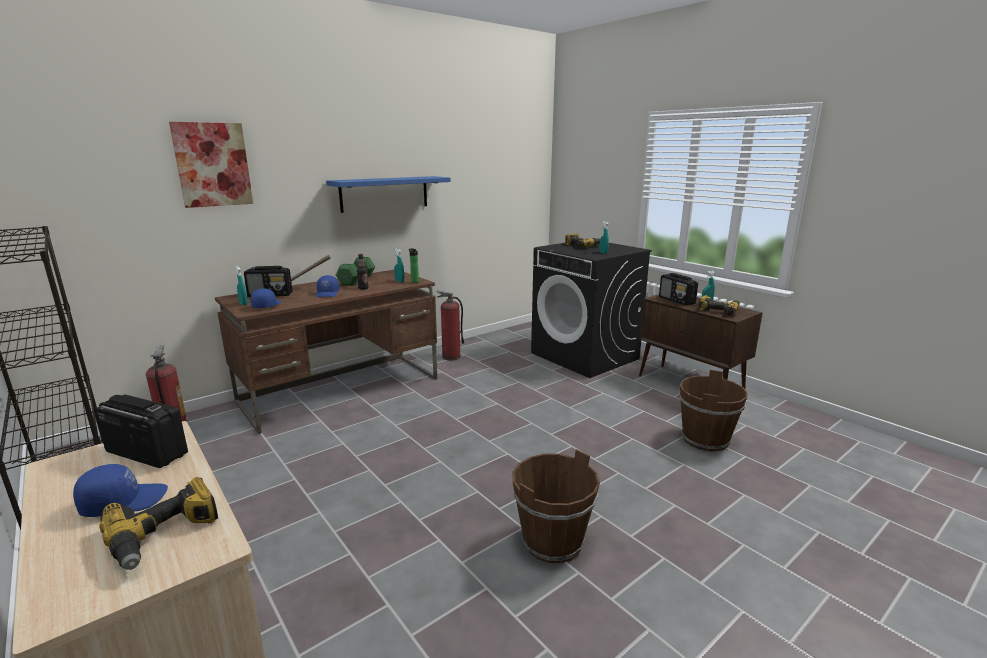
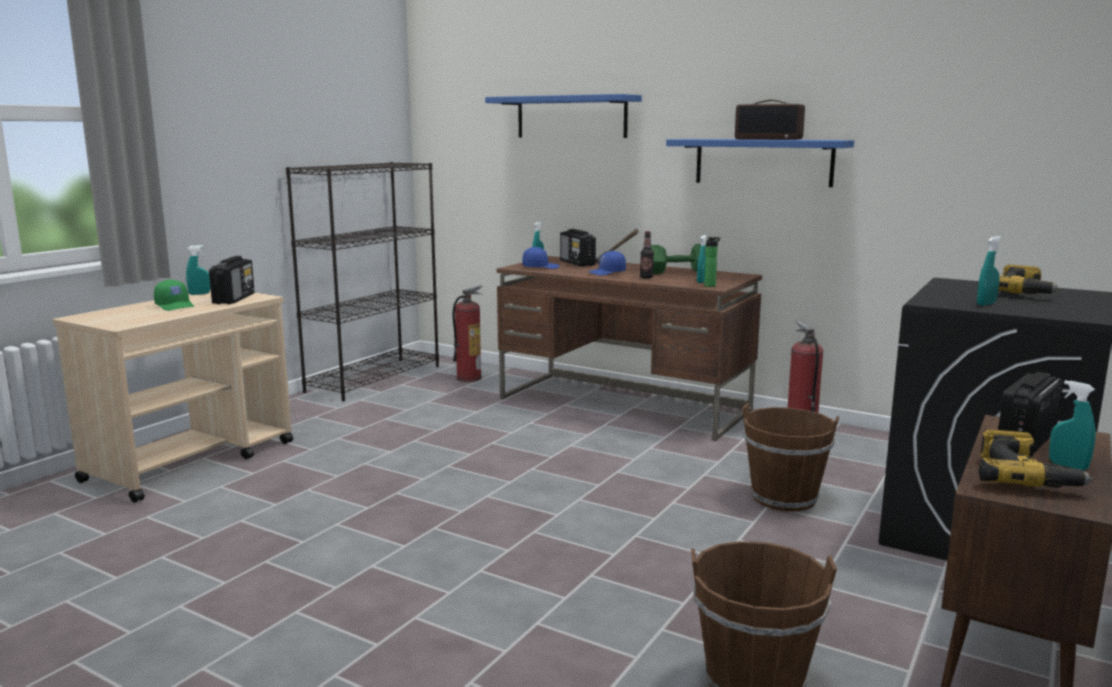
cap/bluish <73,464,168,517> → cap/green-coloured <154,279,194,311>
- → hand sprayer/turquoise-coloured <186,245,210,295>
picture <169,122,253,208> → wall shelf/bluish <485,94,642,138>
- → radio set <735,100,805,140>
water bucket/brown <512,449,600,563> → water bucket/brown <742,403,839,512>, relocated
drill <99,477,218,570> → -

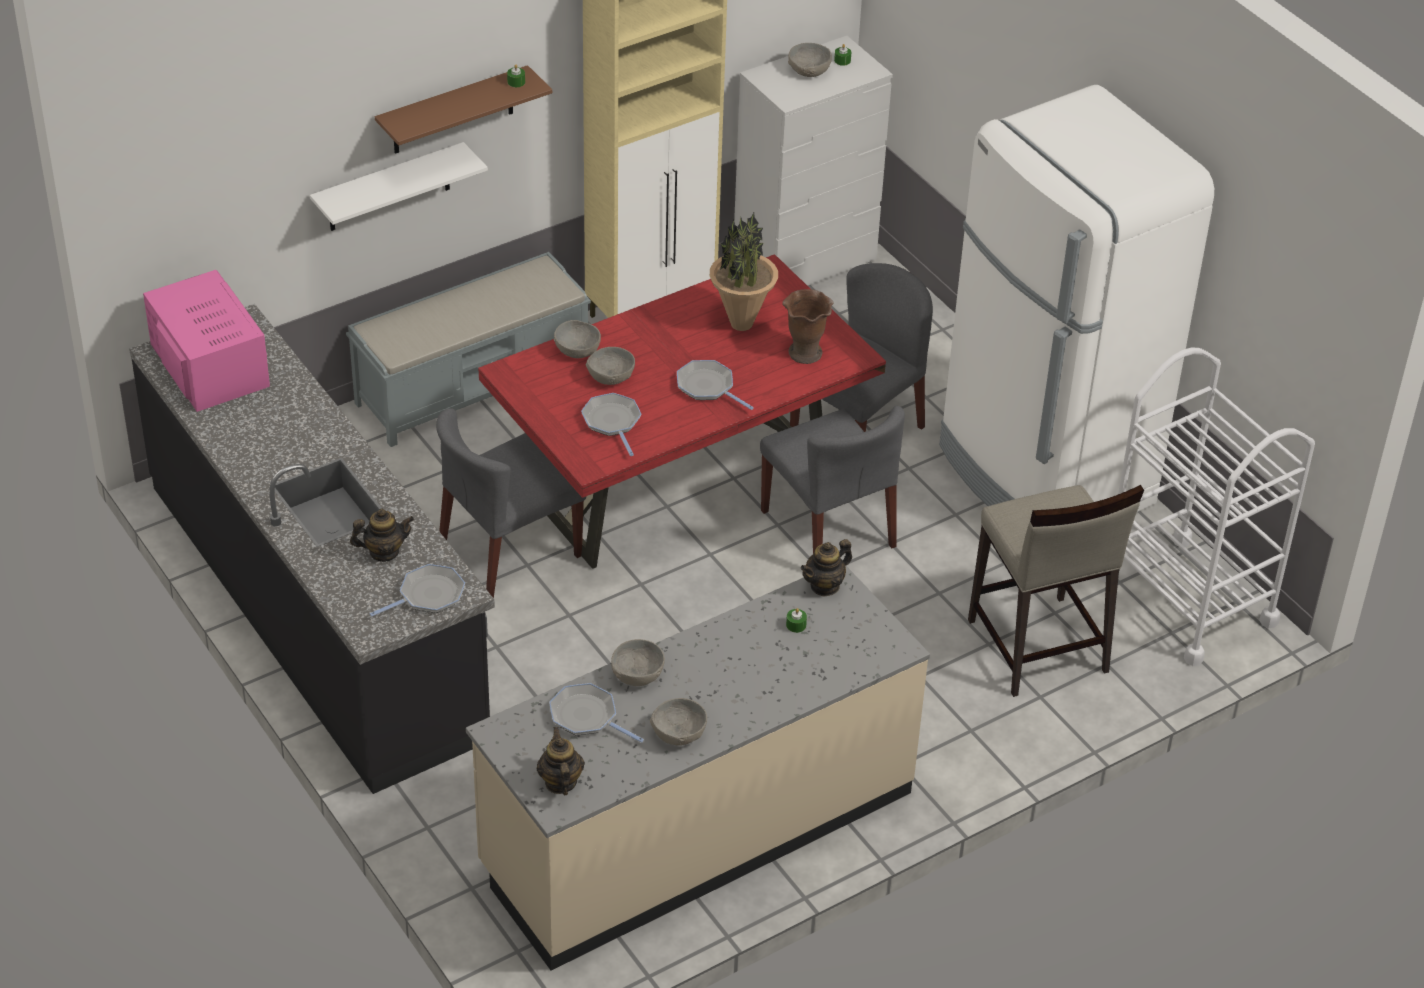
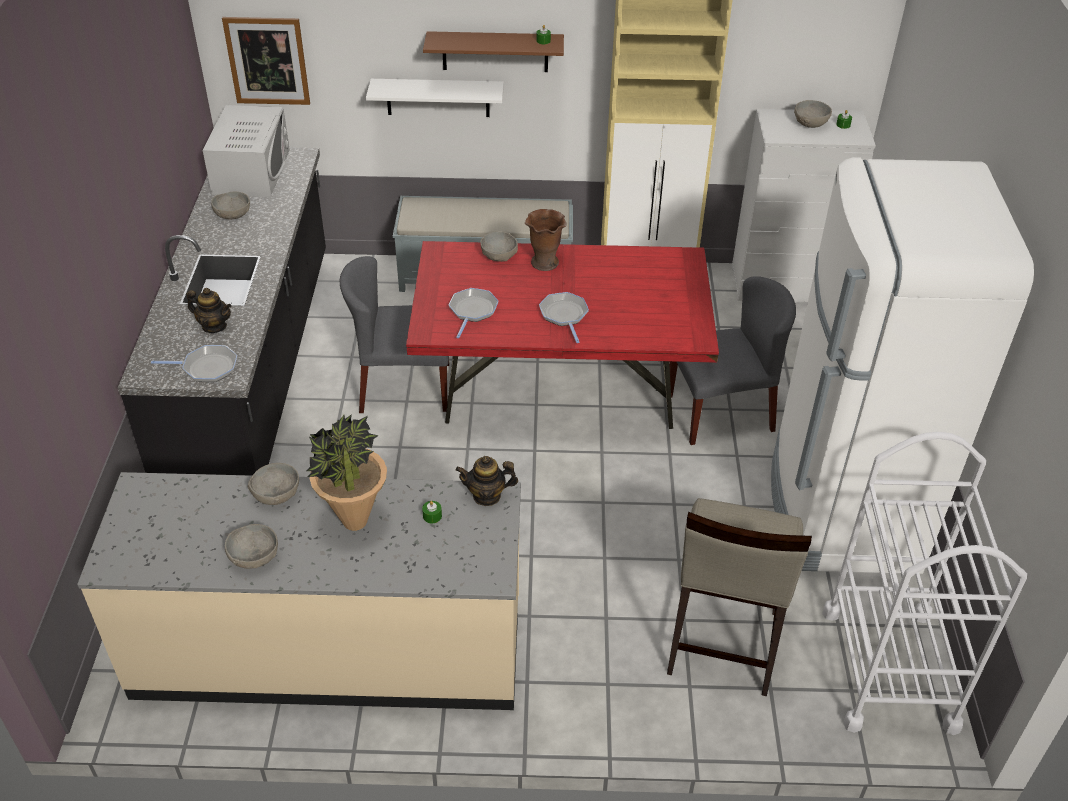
kitchen microwave/pinkish <143,270,270,412> → kitchen microwave/whitish <203,105,290,197>
bowl/grey <586,347,635,385> → bowl/grey <211,192,250,219>, relocated
- → picture <222,17,310,105>
potted plant <710,213,778,331> → potted plant <307,414,387,531>, relocated
flower vase/brown <782,289,834,364> → flower vase/brown <525,209,567,271>, relocated
pot for tea <537,727,585,795> → -
pan <549,683,644,743> → -
chair/grey <760,406,905,553> → -

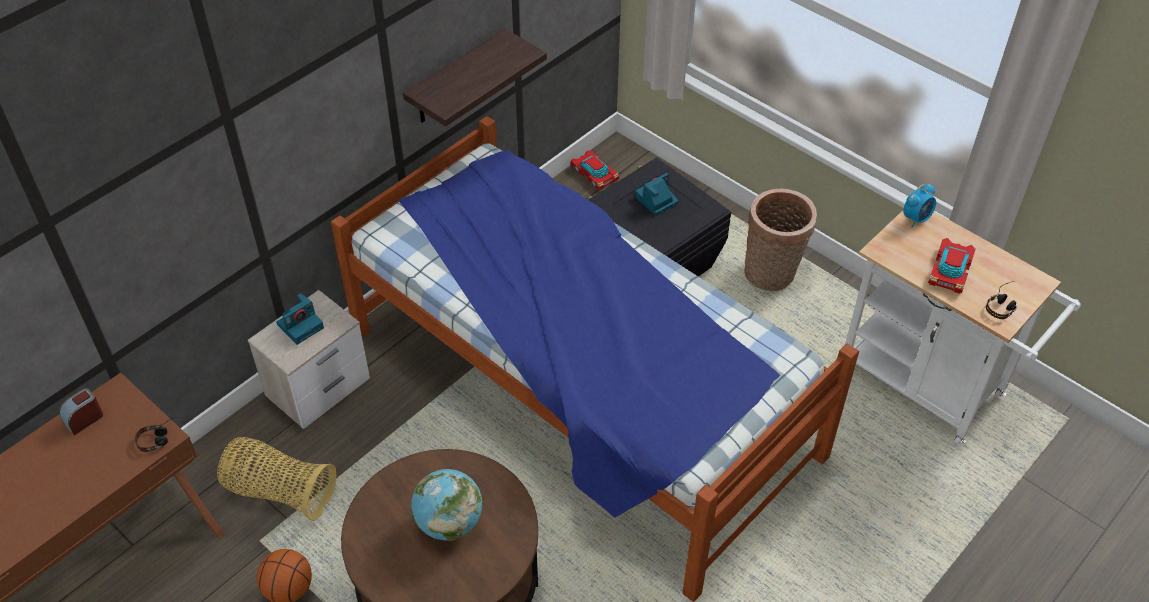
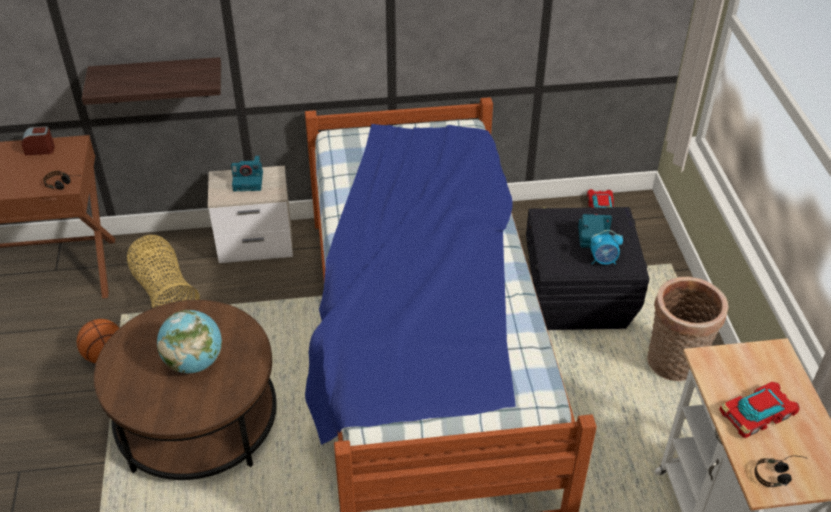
wall shelf <403,28,547,127> → wall shelf <82,57,221,105>, relocated
table clock <903,184,936,227> → table clock <591,230,623,265>, relocated

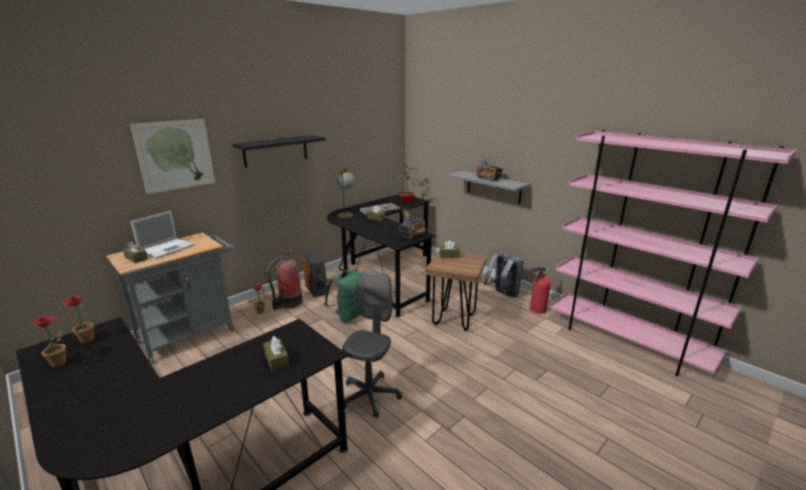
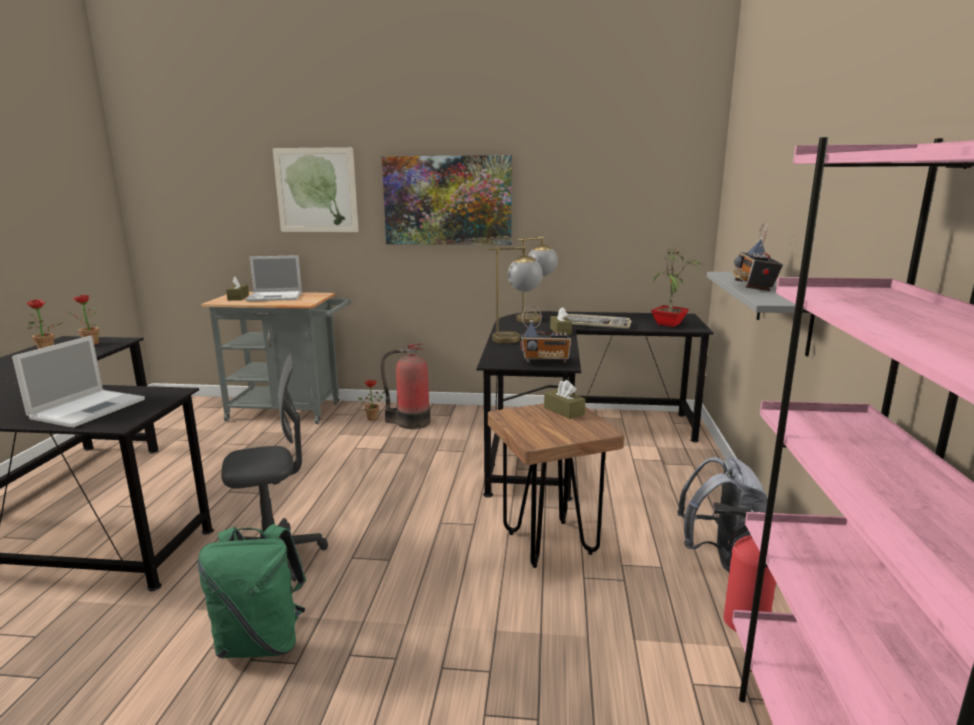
tissue holder/brown <263,336,289,372> → laptop <12,335,145,428>
rucksack/green-coloured <324,270,361,323> → rucksack/green-coloured <198,524,306,659>, relocated
wall shelf/black <232,135,326,167> → picture <382,155,512,245>
- → lamp for a table <488,247,543,343>
audio speaker <303,251,328,297> → -

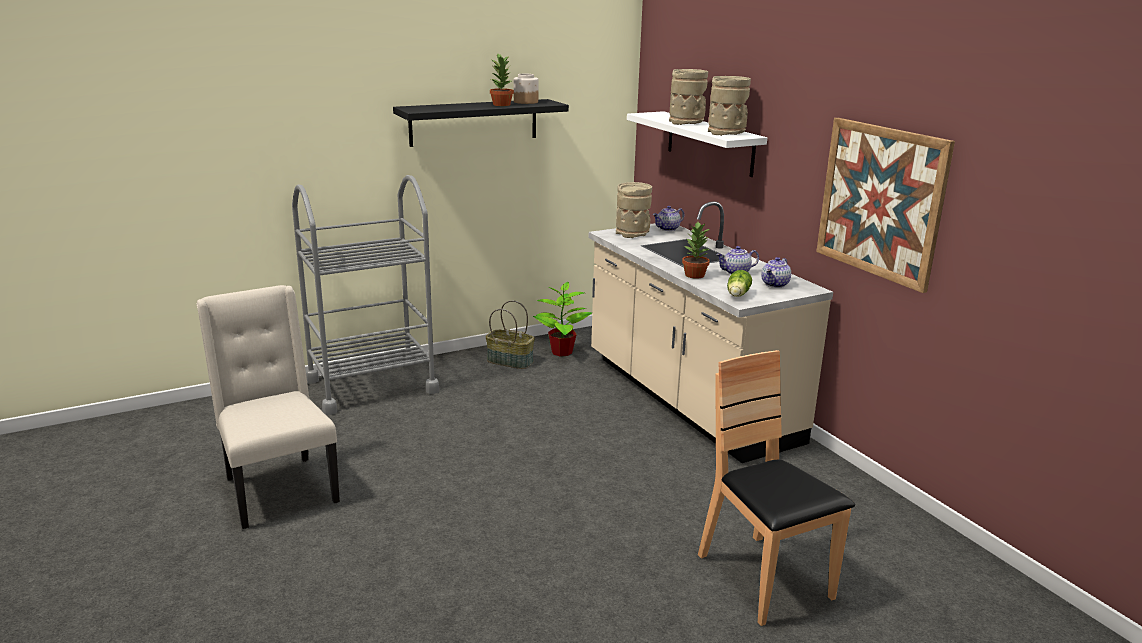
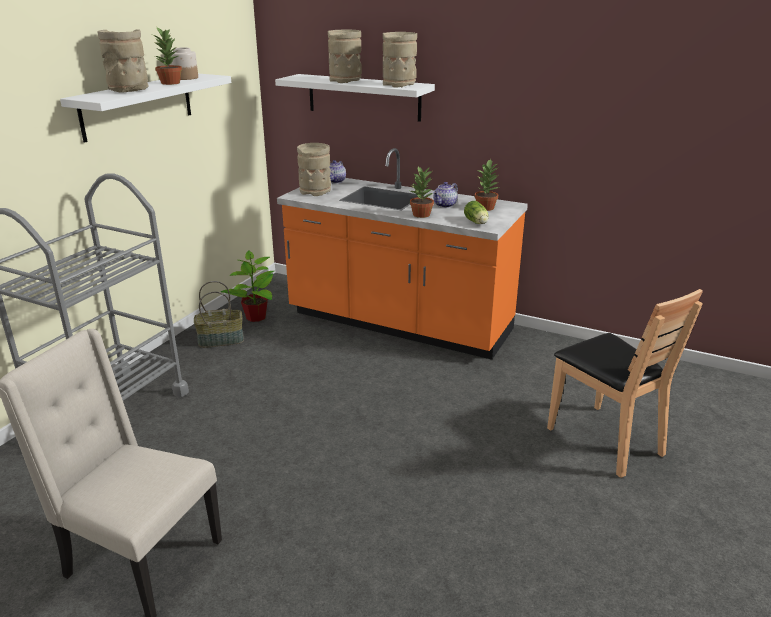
wall shelf/black <393,99,569,147> → wall shelf/whitish <60,74,231,143>
- → flower vase/beige-coloured <97,29,148,93>
counter/beige-coloured <589,201,833,463> → counter/orange-coloured <277,148,528,360>
pot for tea <761,257,791,288> → potted plant <475,159,500,211>
chair/brown <698,350,855,626> → chair/brown <547,289,703,478>, 150 degrees counterclockwise
picture <816,118,955,293> → -

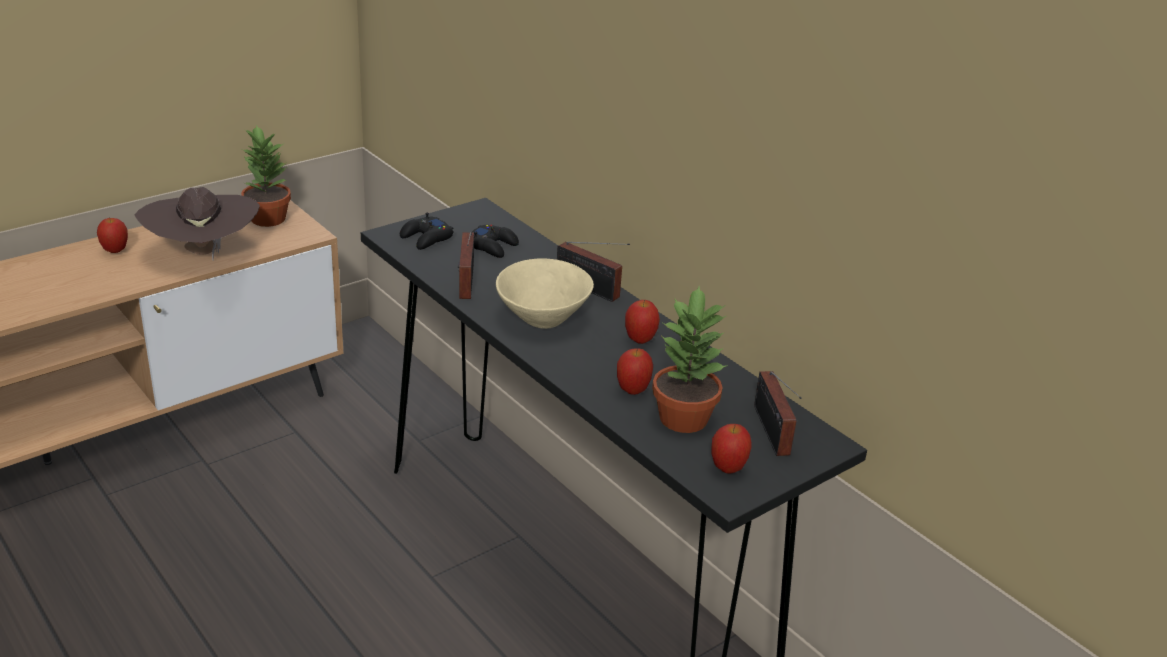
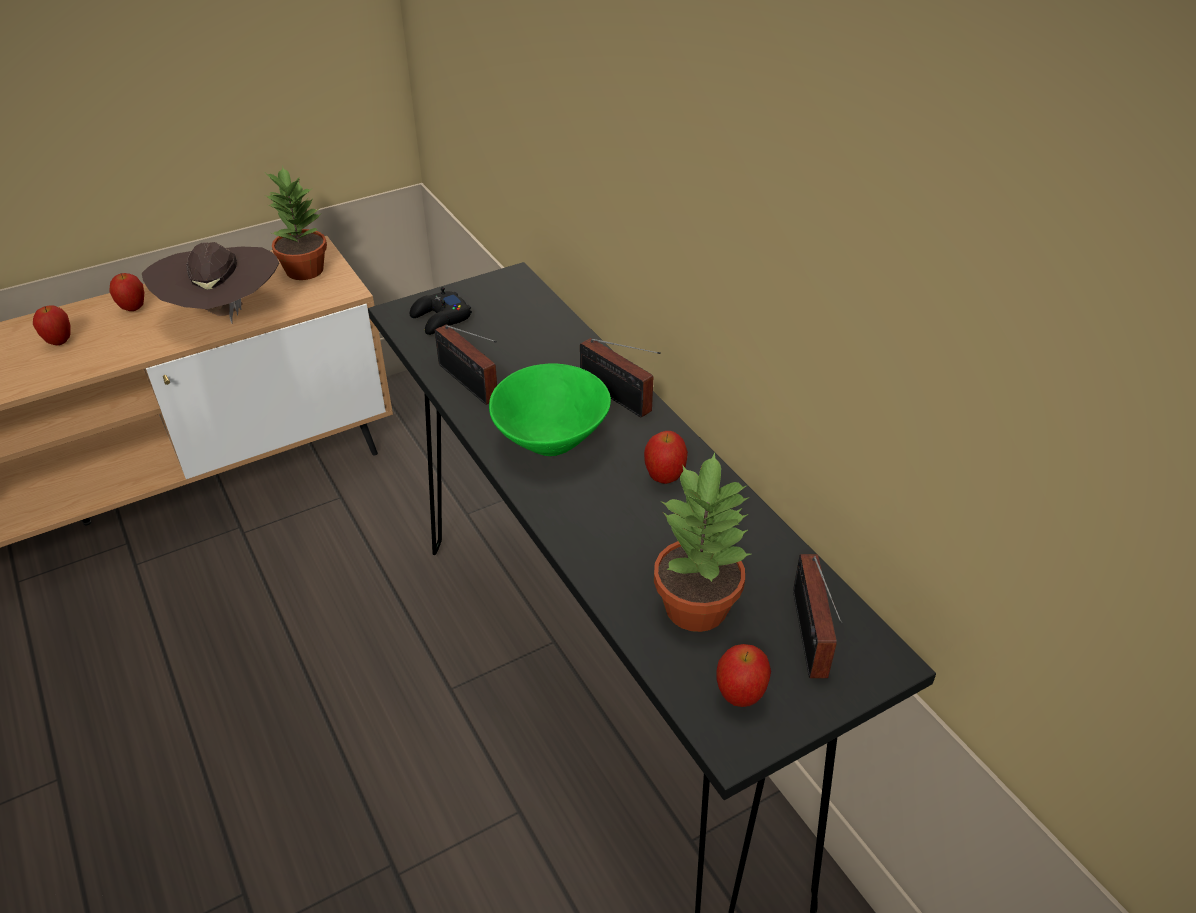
apple <617,348,653,395> → apple <33,305,70,345>, relocated
radio set <458,232,474,299> → radio set <435,324,497,405>, 45 degrees counterclockwise
bowl/beige-coloured <496,258,594,329> → bowl/green-coloured <489,363,611,456>
joypad/black <472,225,519,258> → -

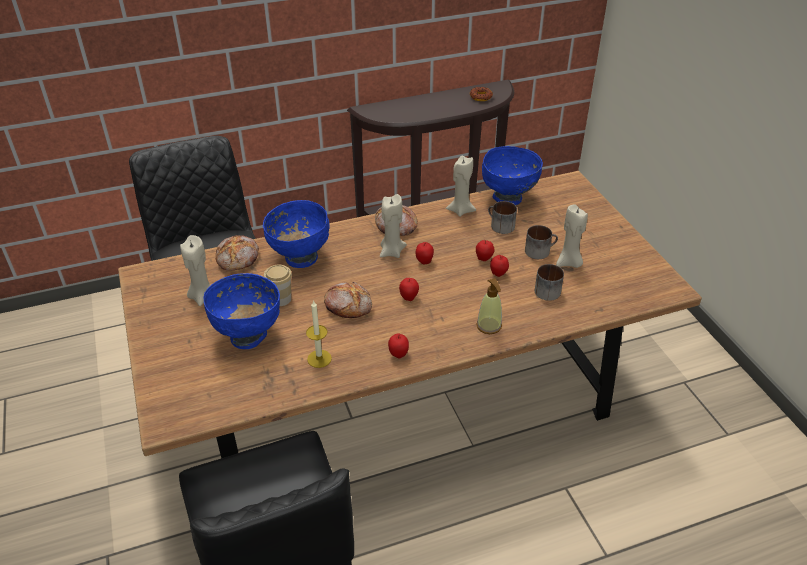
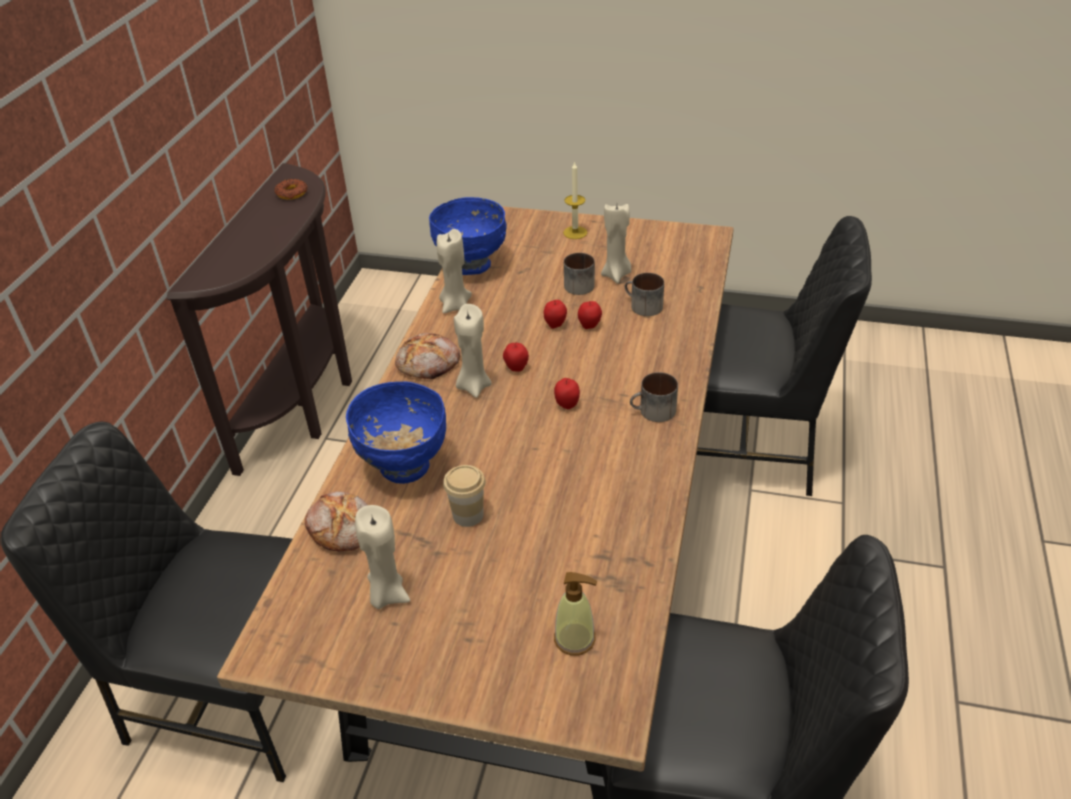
liquid soap bottle <476,278,502,334> → liquid soap bottle <554,572,597,655>, relocated
wax light <306,300,332,368> → wax light <563,161,587,239>, relocated
tea mug <488,201,517,234> → tea mug <630,372,678,422>, relocated
- → chair/black <697,216,872,496>
bowl/bluish <204,273,280,349> → -
bread <324,282,372,318> → -
apple <388,333,409,358> → -

